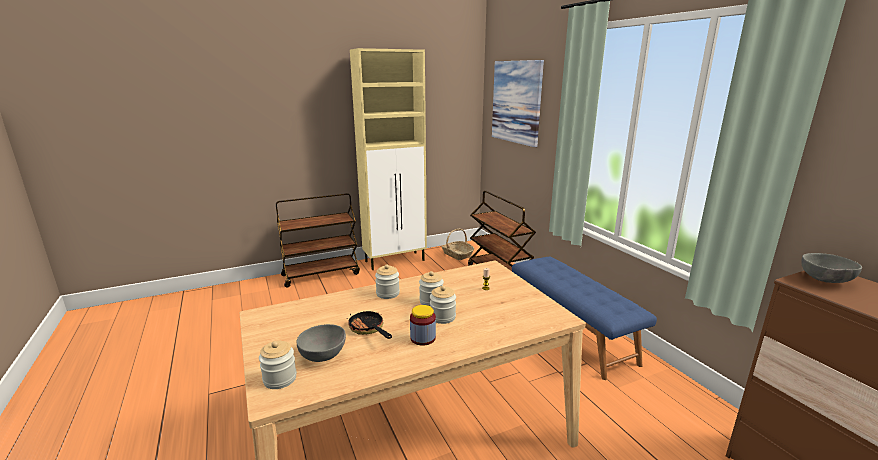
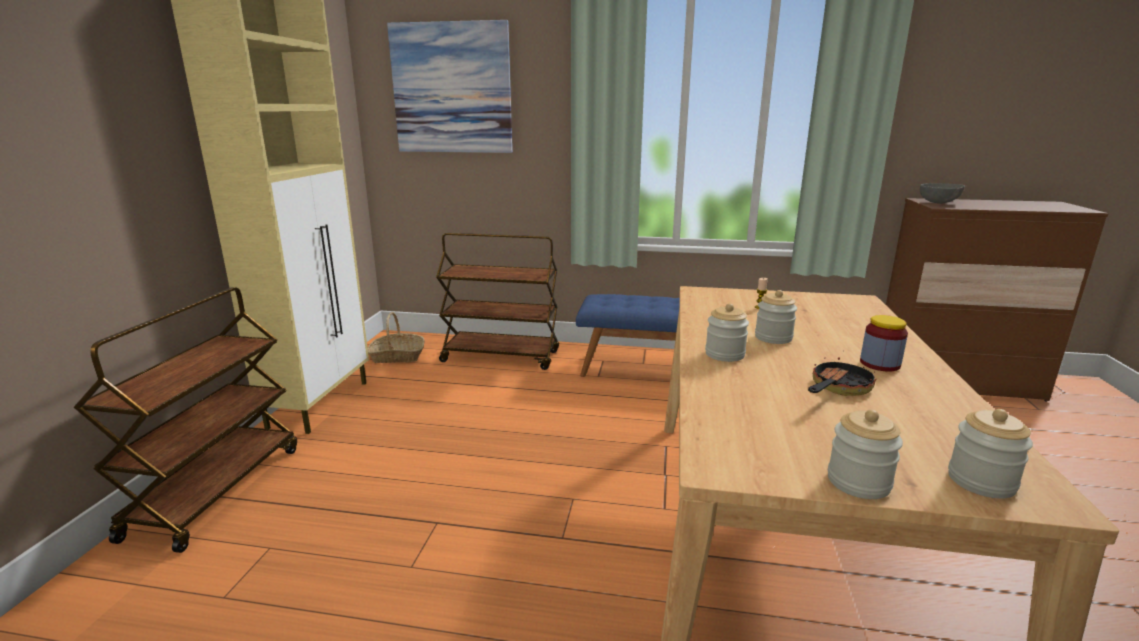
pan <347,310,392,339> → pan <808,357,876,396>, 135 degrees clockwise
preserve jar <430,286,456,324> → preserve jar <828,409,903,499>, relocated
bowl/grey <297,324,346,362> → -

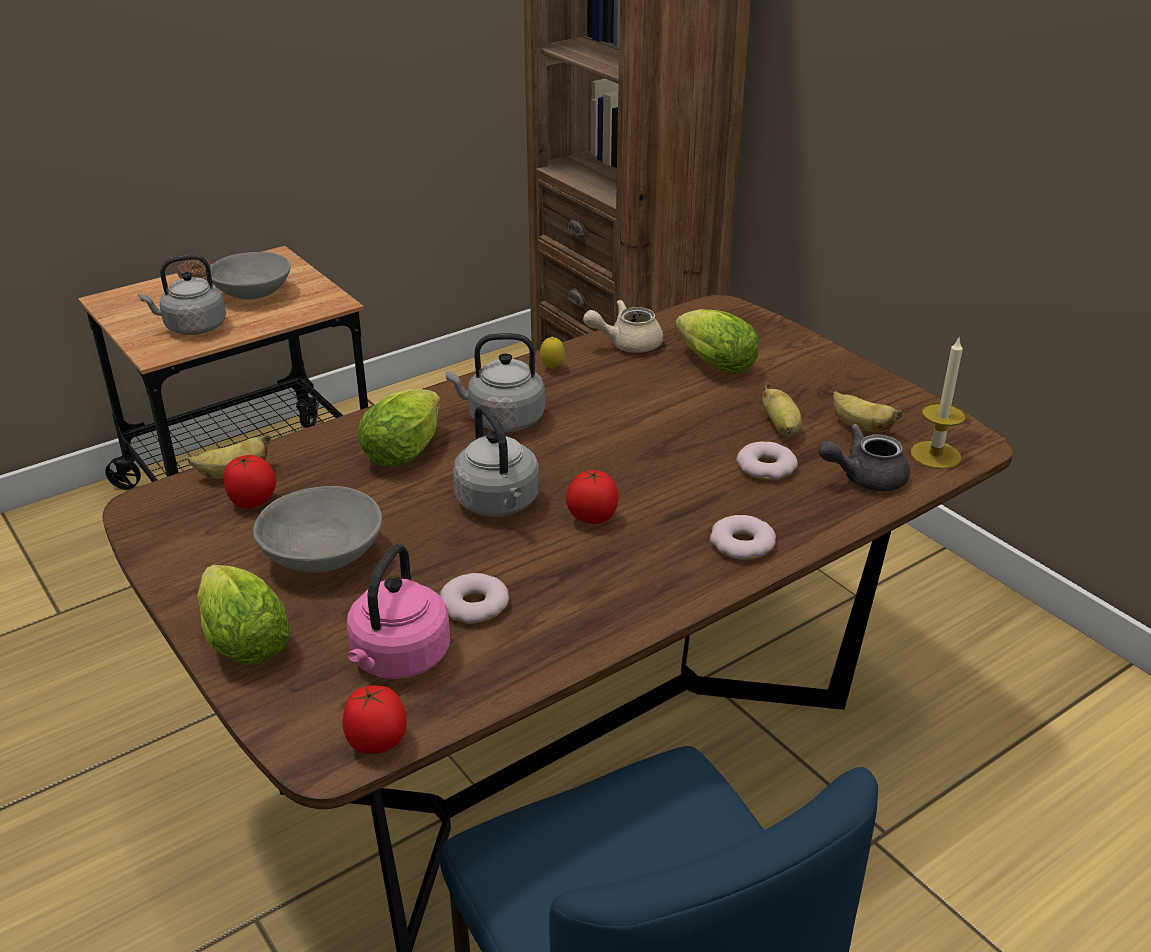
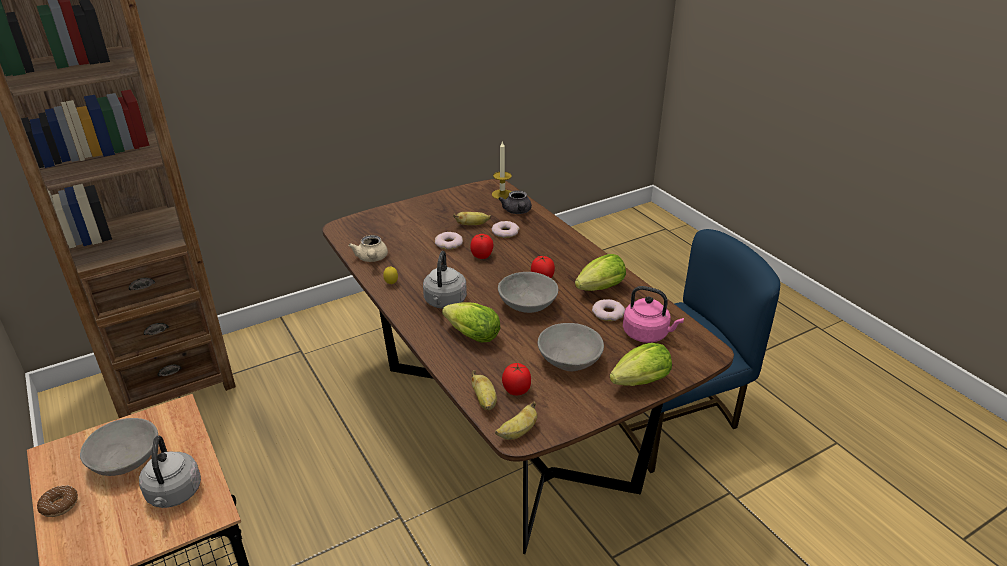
ring doughnut <710,515,776,560> → ring doughnut <435,232,463,249>, relocated
whole tomato <342,685,407,754> → whole tomato <470,234,493,259>, relocated
banana fruit <833,391,902,433> → banana fruit <495,401,537,440>, relocated
water kettle/grey <453,405,539,517> → bowl/grey <498,272,558,313>
head of lettuce <676,309,759,374> → head of lettuce <575,254,626,291>, relocated

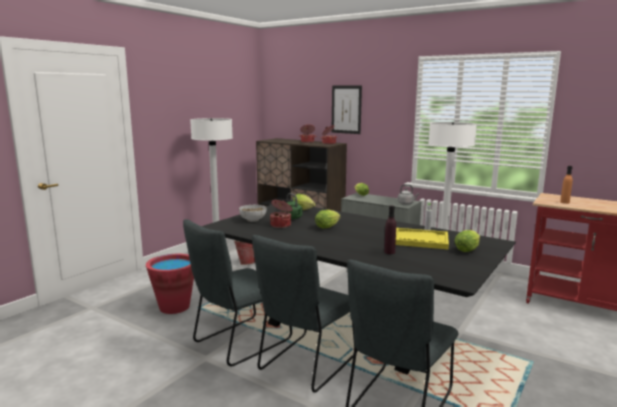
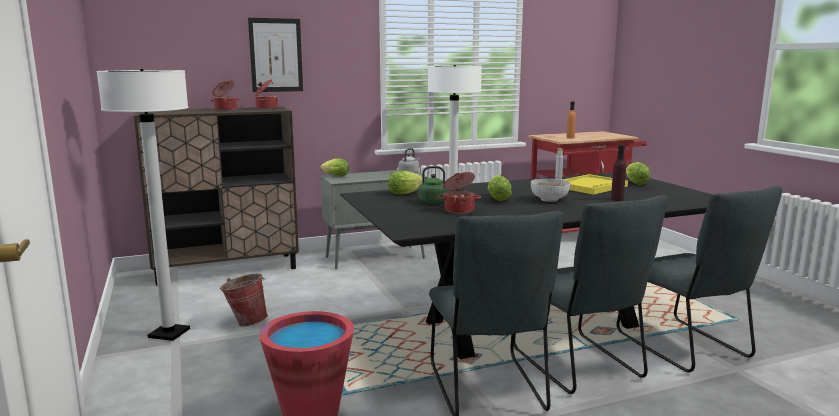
bowl <239,205,266,222> → bowl <531,179,570,202>, relocated

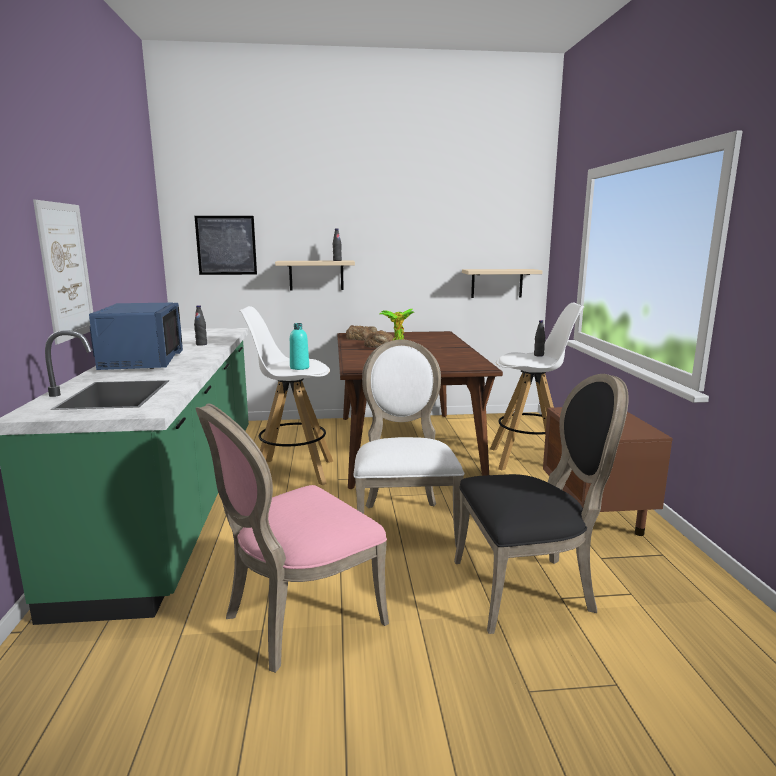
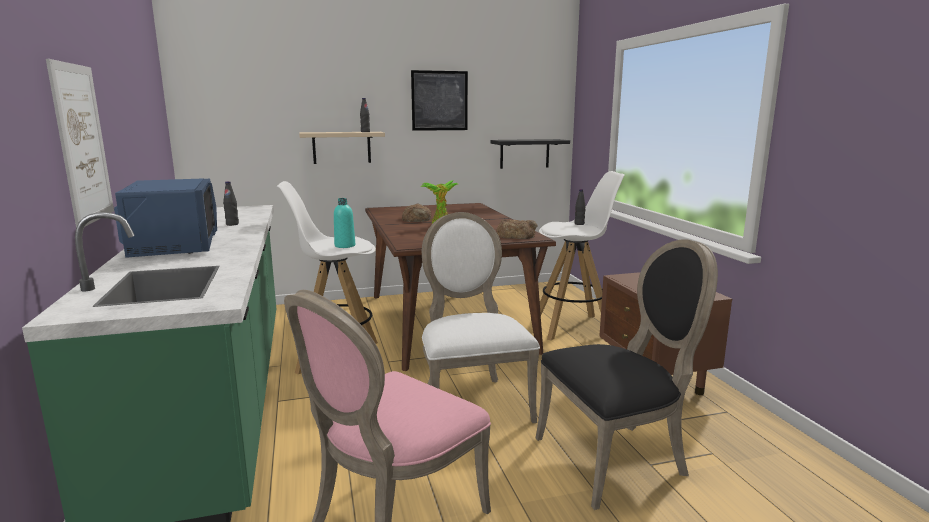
picture <195,216,257,275> → picture <411,70,468,131>, relocated
wall shelf/beige-coloured <462,269,543,298> → wall shelf/black <491,139,570,169>
bread <346,325,377,341> → bread <497,219,538,239>, relocated

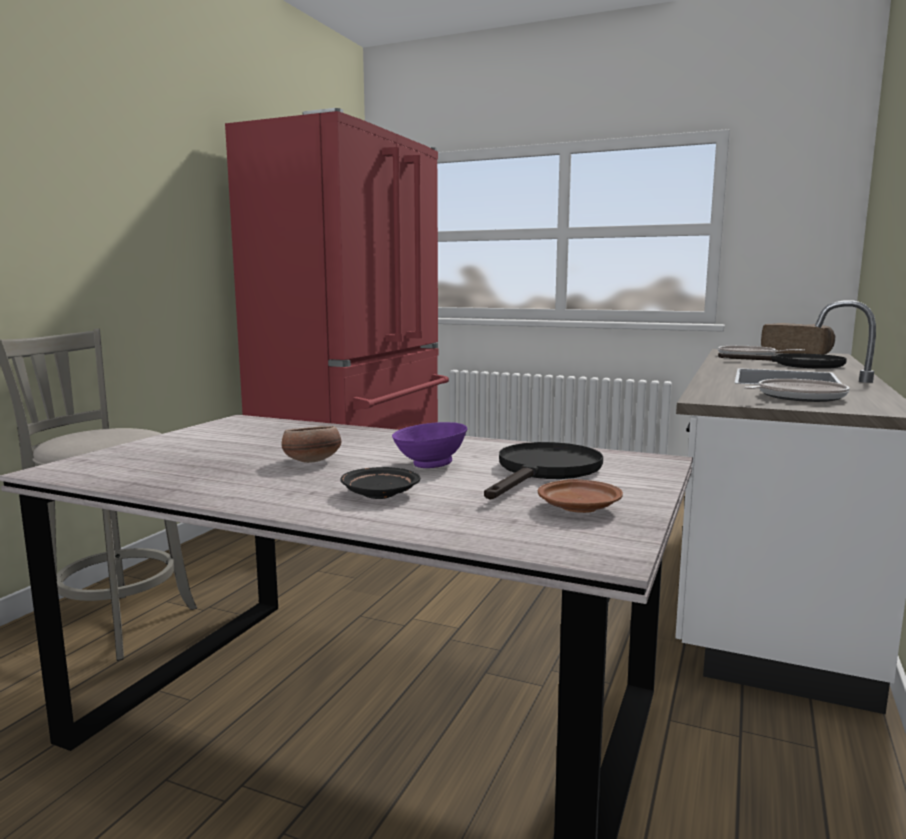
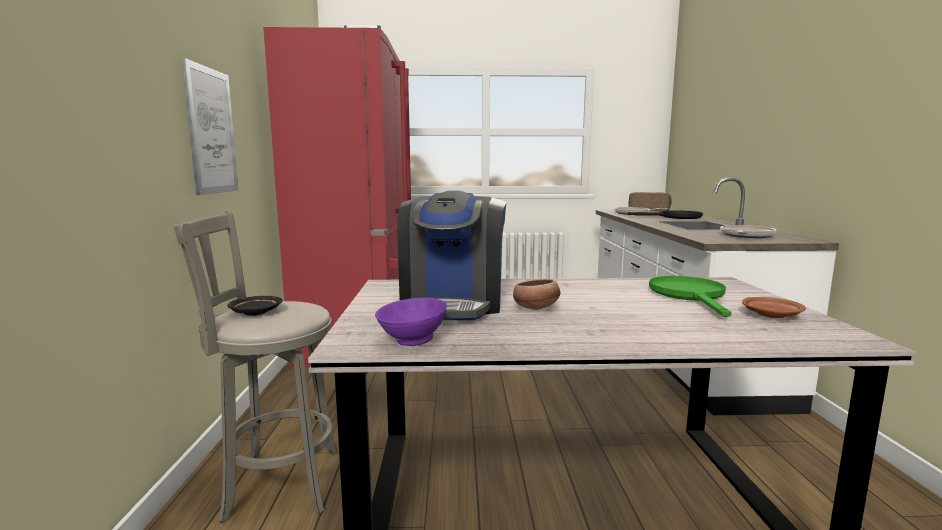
- → picture <182,58,239,195>
plate/black <340,467,420,499> → plate/black <228,296,283,316>, relocated
bowl/purple-coloured <392,422,467,468> → bowl/purple-coloured <375,298,447,346>, relocated
- → coffee brewer <397,191,506,320>
pan/black <484,442,603,499> → pan/green-coloured <649,276,731,317>

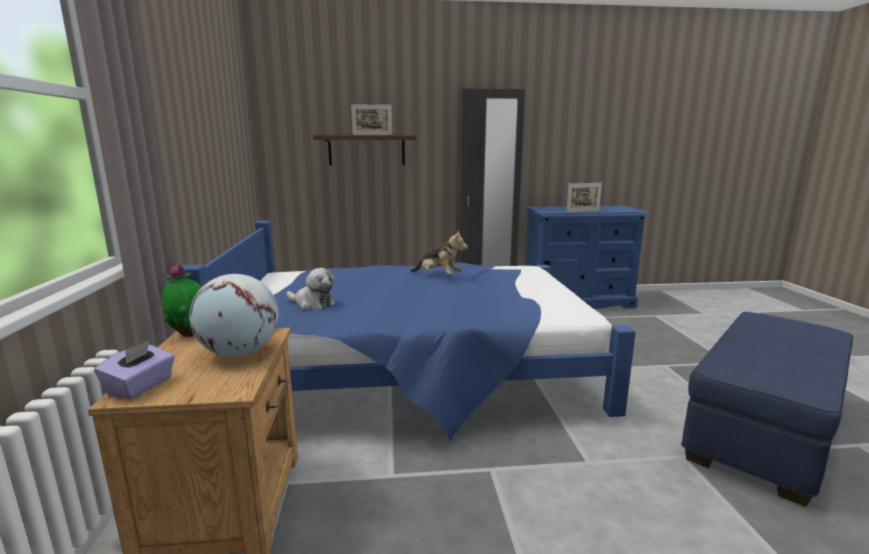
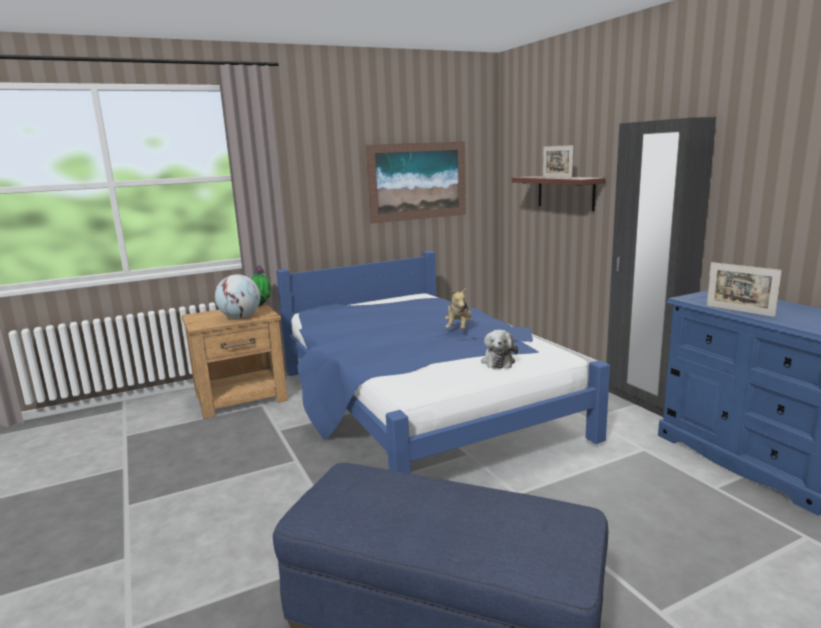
- → picture <366,141,466,224>
plush toy <287,268,335,310> → plush toy <481,330,518,369>, relocated
tissue holder/purple-coloured <94,340,175,399> → -

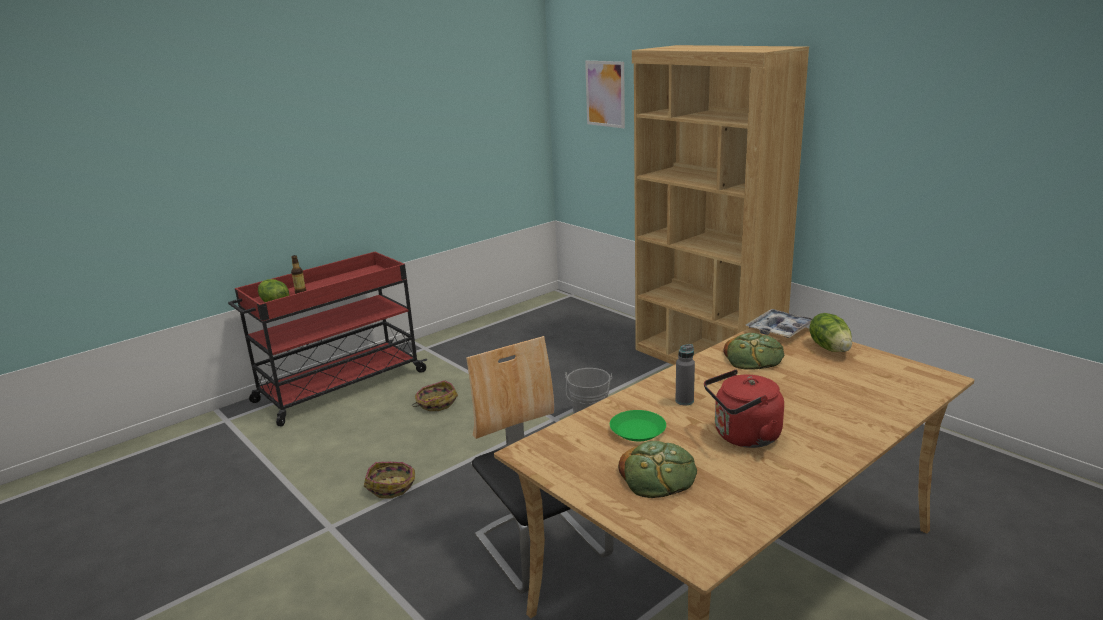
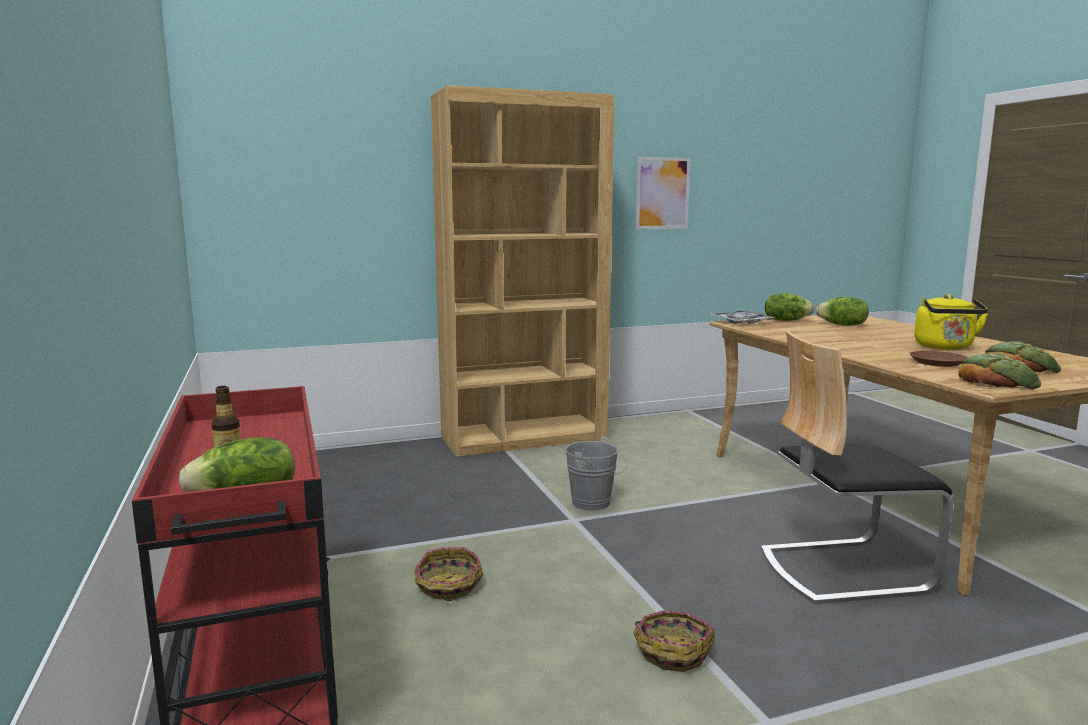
picture <585,61,625,128> → picture <635,157,690,229>, relocated
- → head of lettuce <816,297,869,326>
plate/green-coloured <610,410,666,441> → plate/brown <910,351,968,367>
water kettle/red-coloured <704,369,784,448> → water kettle/yellow <914,294,988,350>
bread <723,333,784,370> → bread <958,353,1041,390>, relocated
beverage bottle/grey <675,344,695,406> → -

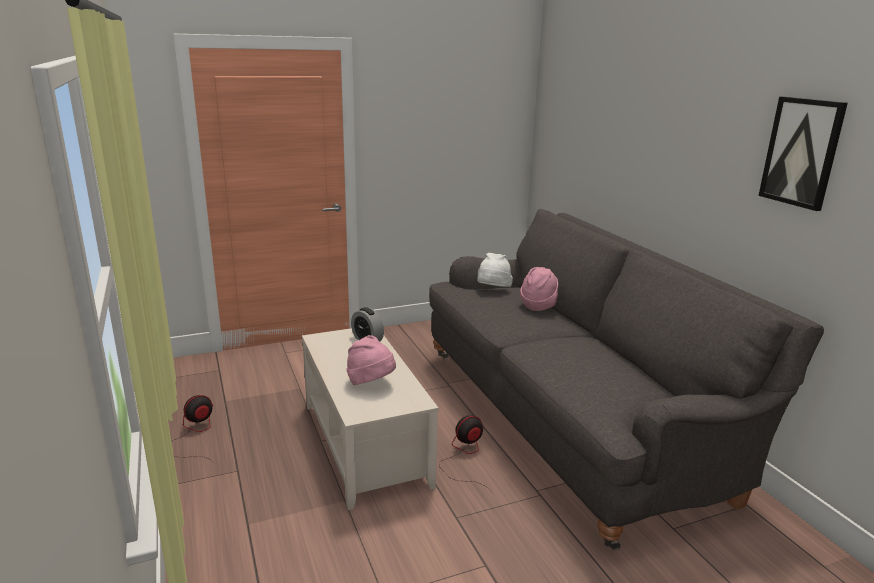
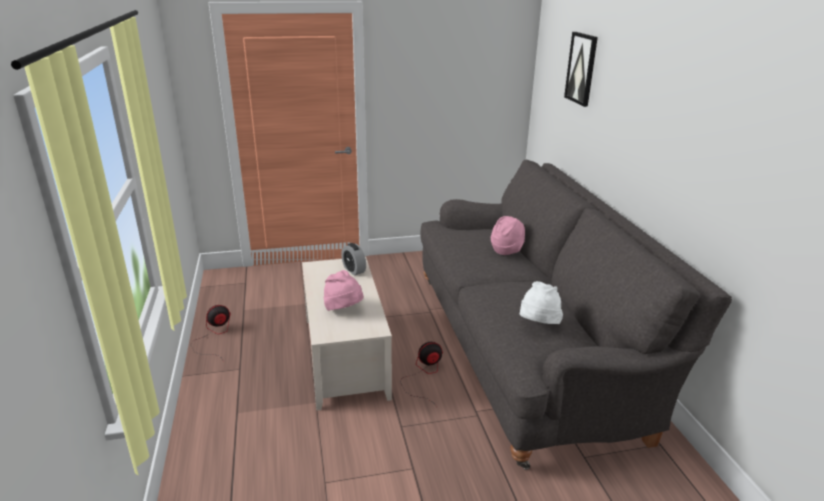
hat/whitish <477,253,513,287> → hat/whitish <520,281,563,324>, relocated
picture <758,96,848,211> → picture <564,32,598,107>, relocated

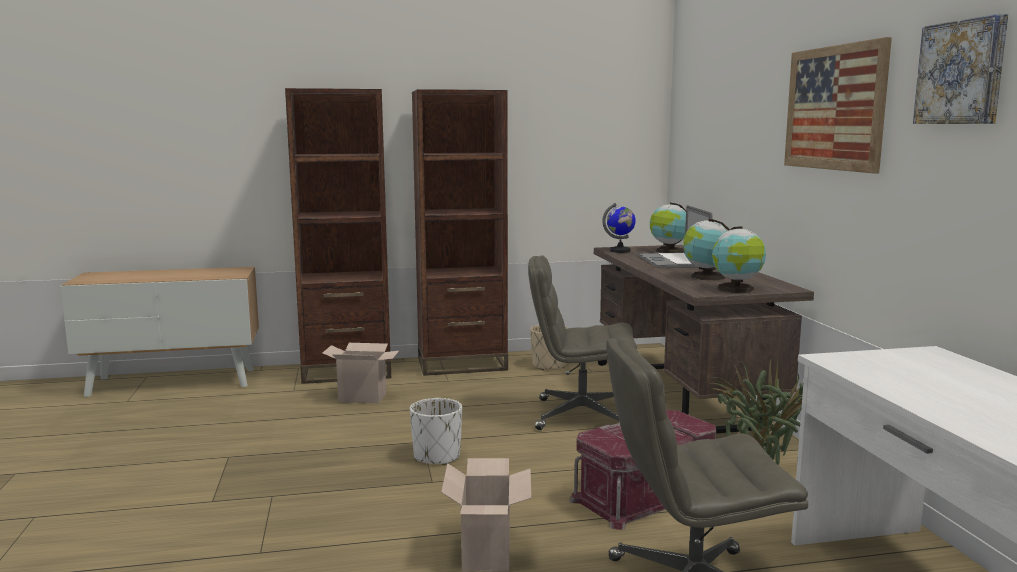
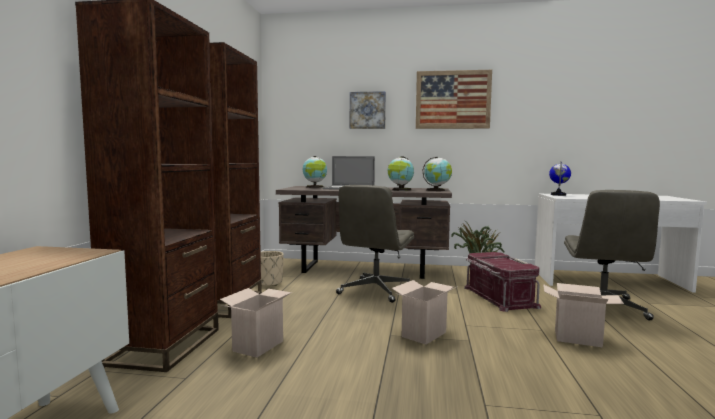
picture <913,14,1008,124> → picture <350,91,386,129>, relocated
plant pot/whitish <410,398,462,466> → carton <392,280,458,345>
desk globe <602,203,636,253> → desk globe <549,161,571,196>, relocated

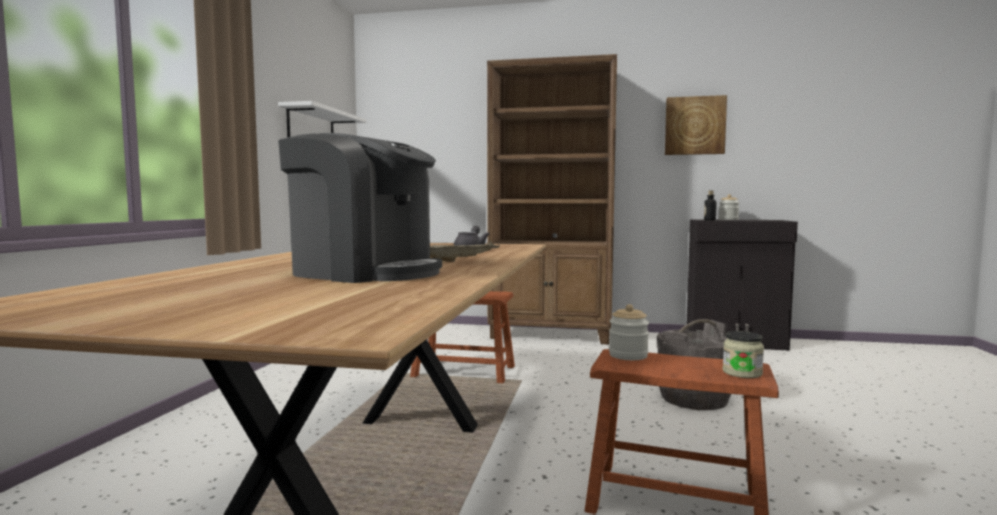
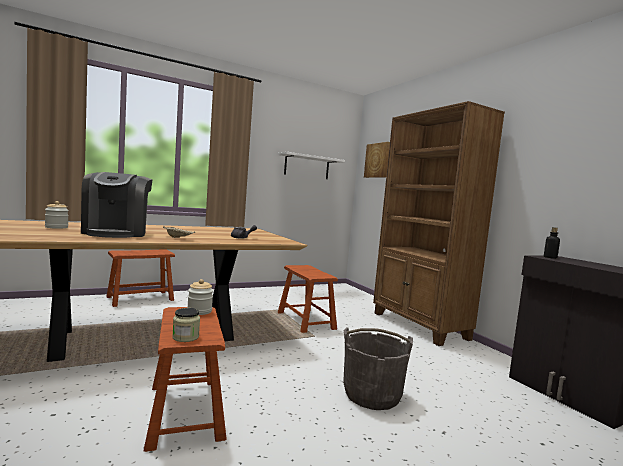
preserve jar <719,194,739,220> → preserve jar <45,201,69,229>, relocated
- → stool seat/brown <106,250,175,307>
picture <665,95,727,155> → picture <364,142,390,178>, relocated

